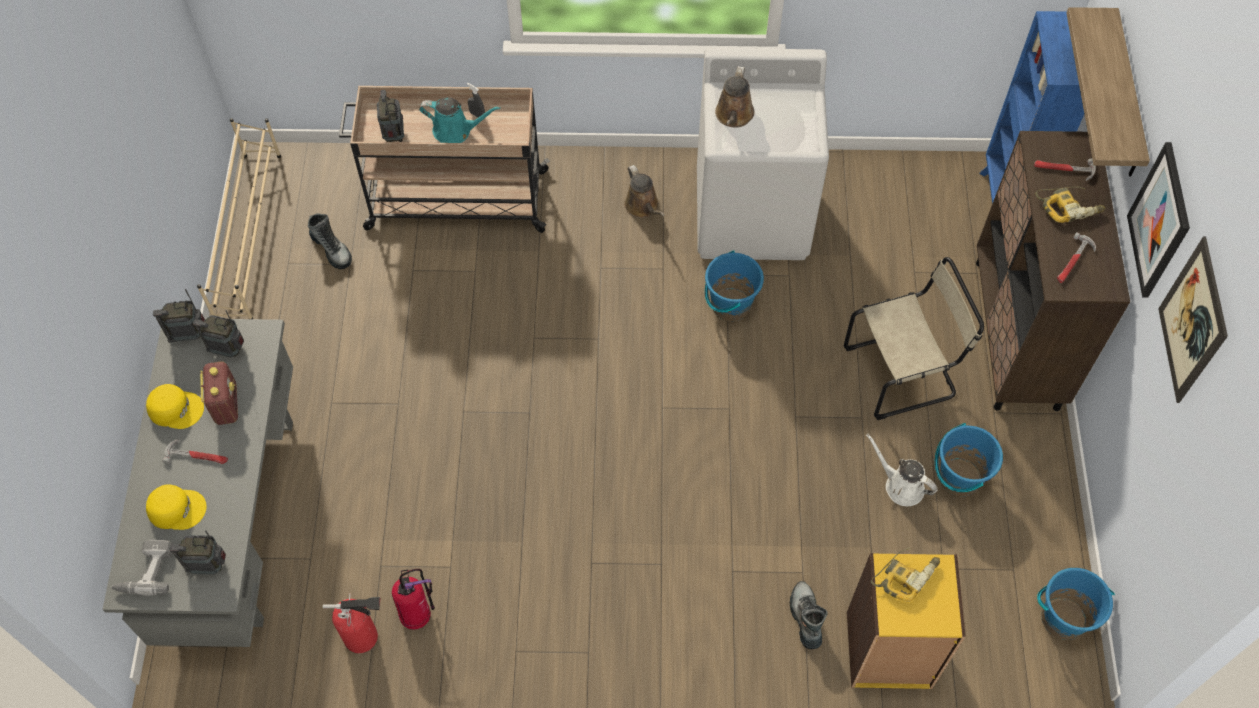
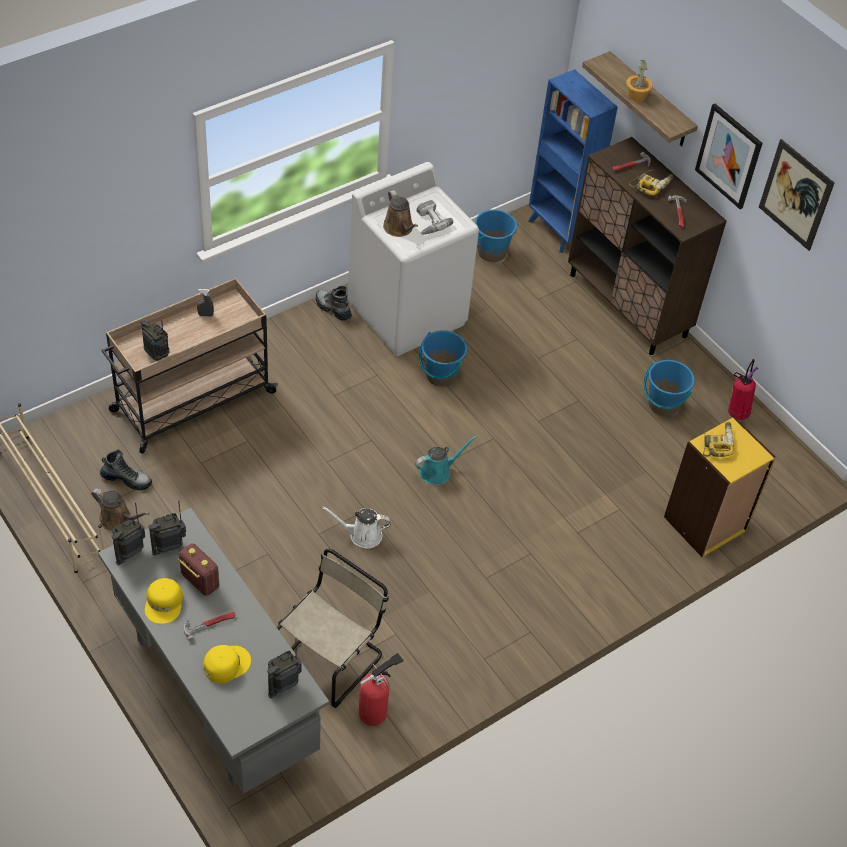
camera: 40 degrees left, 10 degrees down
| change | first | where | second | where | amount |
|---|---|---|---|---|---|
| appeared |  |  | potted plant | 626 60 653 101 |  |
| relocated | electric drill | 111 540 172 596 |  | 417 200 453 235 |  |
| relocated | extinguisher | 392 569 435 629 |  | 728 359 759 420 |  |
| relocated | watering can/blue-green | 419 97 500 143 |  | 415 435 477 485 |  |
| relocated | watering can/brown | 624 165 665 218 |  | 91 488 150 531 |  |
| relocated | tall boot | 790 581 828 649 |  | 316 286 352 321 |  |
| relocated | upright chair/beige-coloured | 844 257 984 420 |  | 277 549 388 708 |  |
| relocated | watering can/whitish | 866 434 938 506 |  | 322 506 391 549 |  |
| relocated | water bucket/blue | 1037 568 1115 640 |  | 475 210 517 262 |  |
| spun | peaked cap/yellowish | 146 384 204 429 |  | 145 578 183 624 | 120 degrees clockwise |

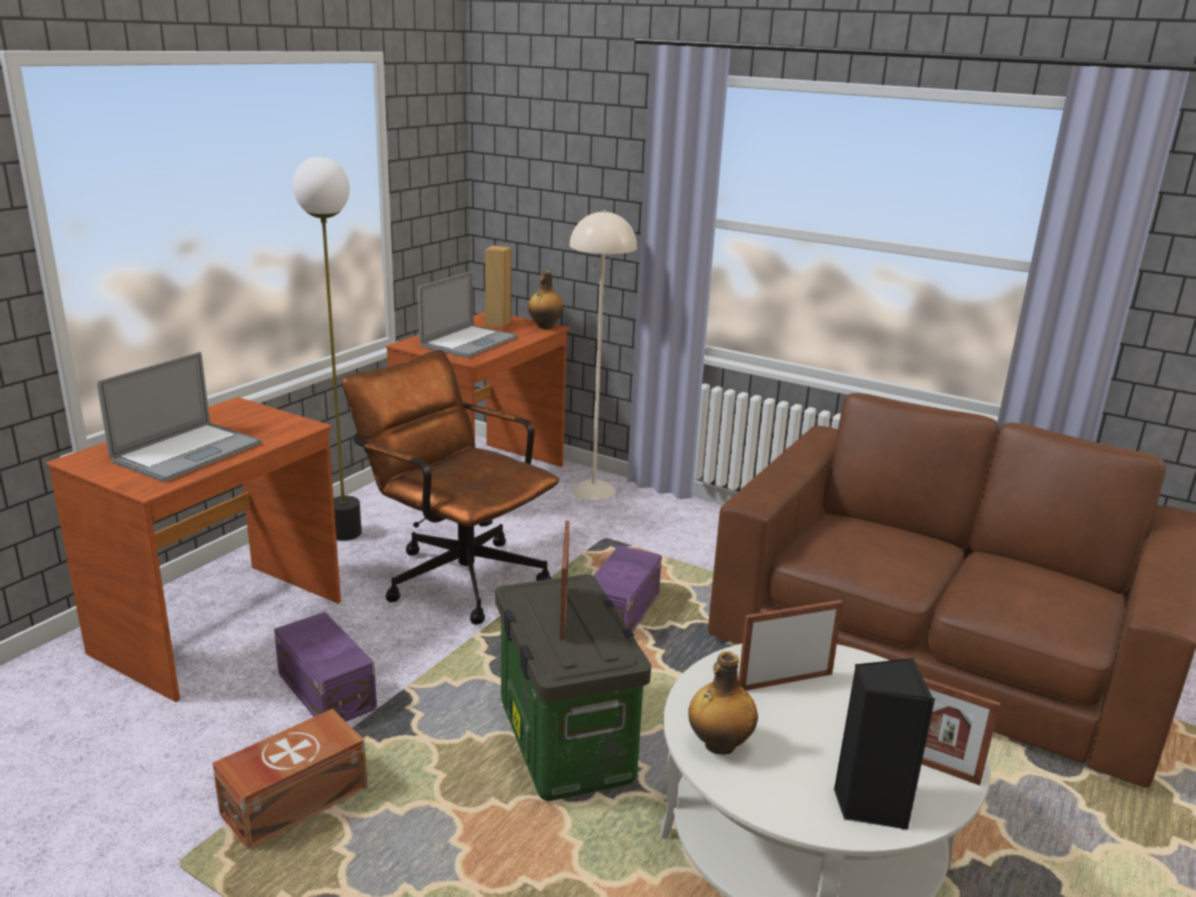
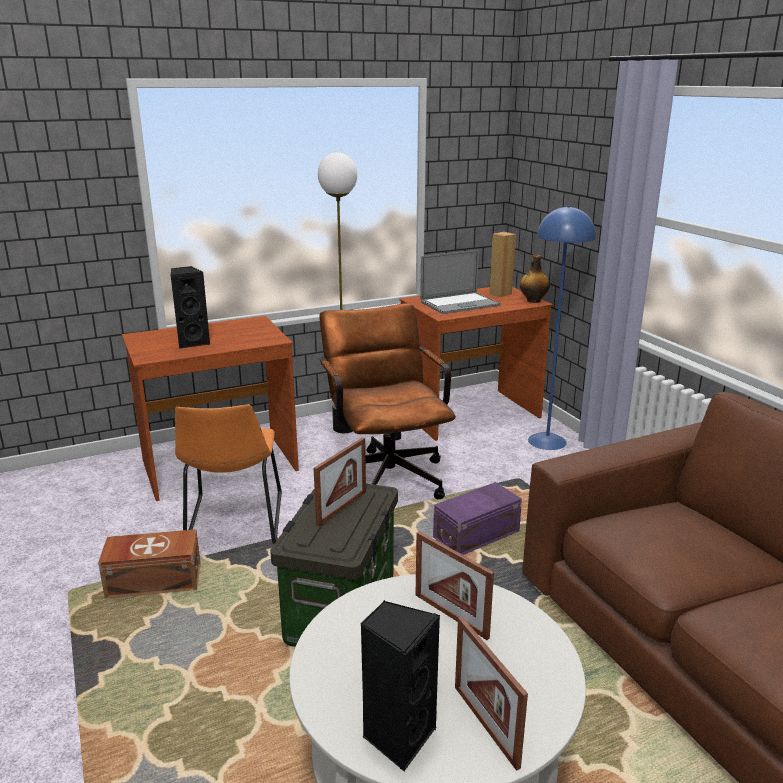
camera: 35 degrees right, 0 degrees up
| change | first | where | second | where | amount |
|---|---|---|---|---|---|
| missing | beverage bottle | 688 651 758 755 |  |  |  |
| exchanged | notebook computer | 97 352 262 482 | audio speaker/black | 170 266 211 349 |  |
| exchanged | storage container/purple-coloured | 274 612 377 721 | upright chair/orangey | 175 404 282 544 |  |
| colour | standing lamp/beige-coloured | 569 210 637 500 | standing lamp/blue | 528 205 596 450 |  |
| spun | standing frame | 738 600 843 691 |  | 416 531 494 640 | 150 degrees counterclockwise |

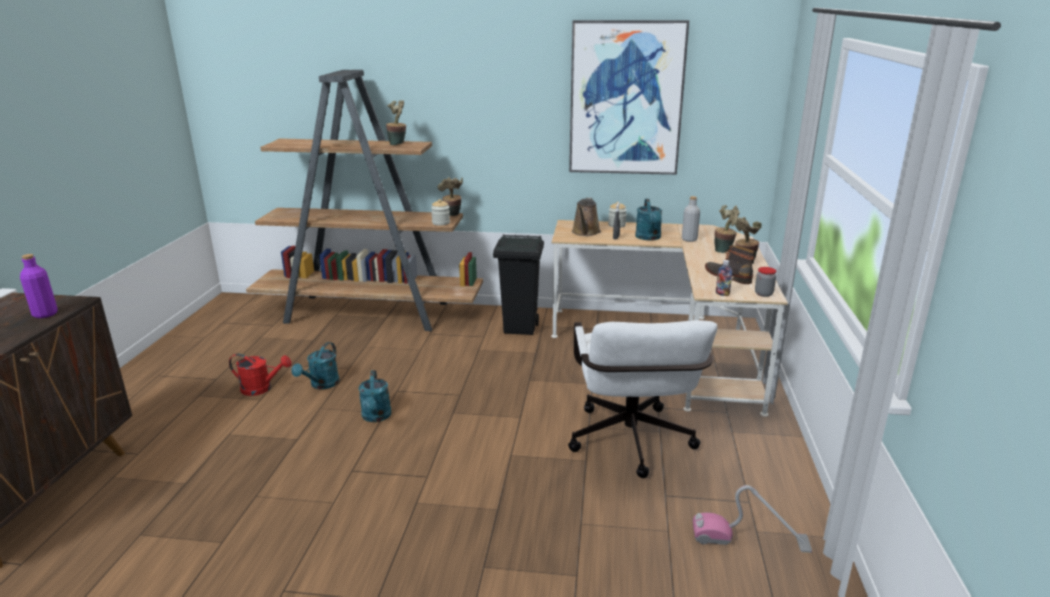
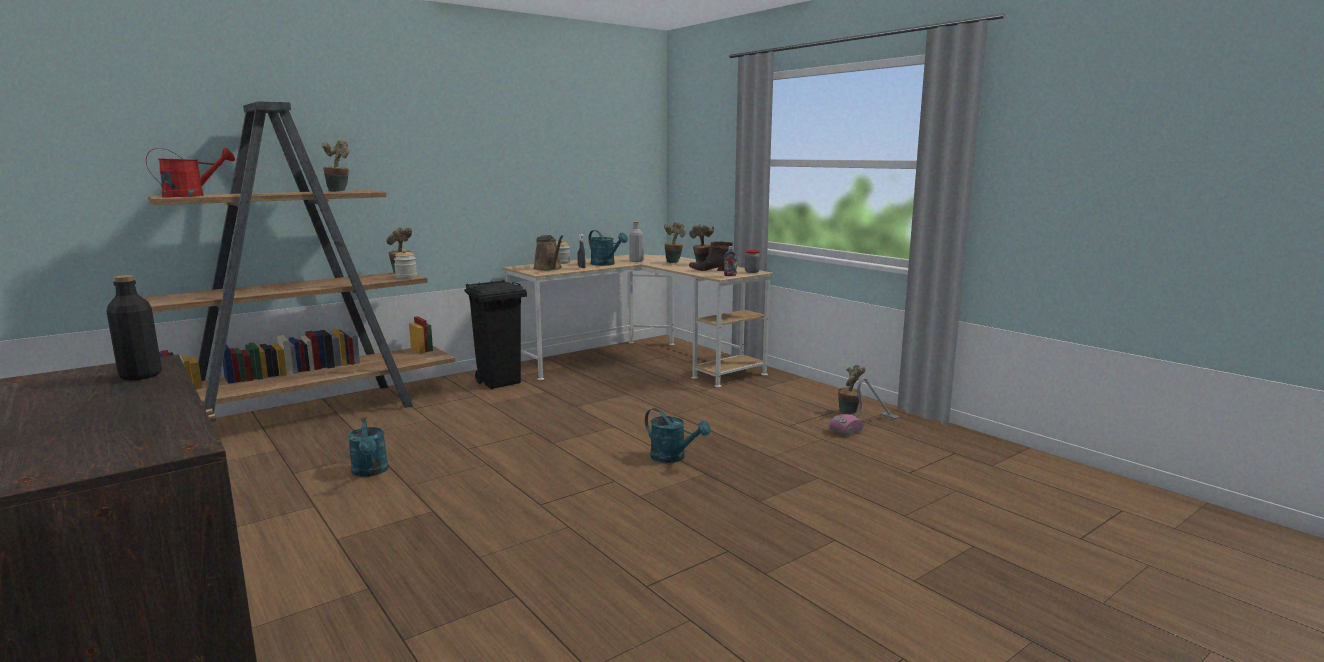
camera: 45 degrees left, 10 degrees down
| change | first | where | second | where | amount |
|---|---|---|---|---|---|
| missing | desk chair/whitish | 568 320 718 478 |  |  |  |
| missing | wall picture | 569 20 689 175 |  |  |  |
| appeared |  |  | potted plant | 838 365 865 414 |  |
| relocated | watering can/red | 229 354 291 396 |  | 146 148 235 197 |  |
| relocated | watering can/blue-green | 359 370 391 422 |  | 645 408 711 463 |  |
| colour | beverage bottle/purple-coloured | 20 254 58 318 | beverage bottle/black | 106 275 162 381 |  |

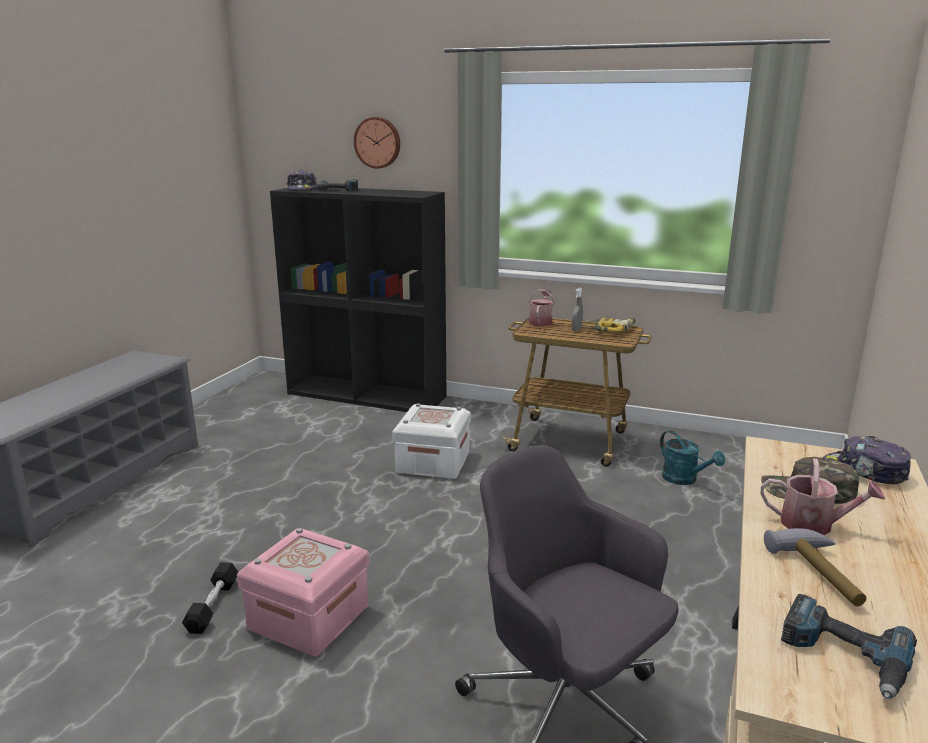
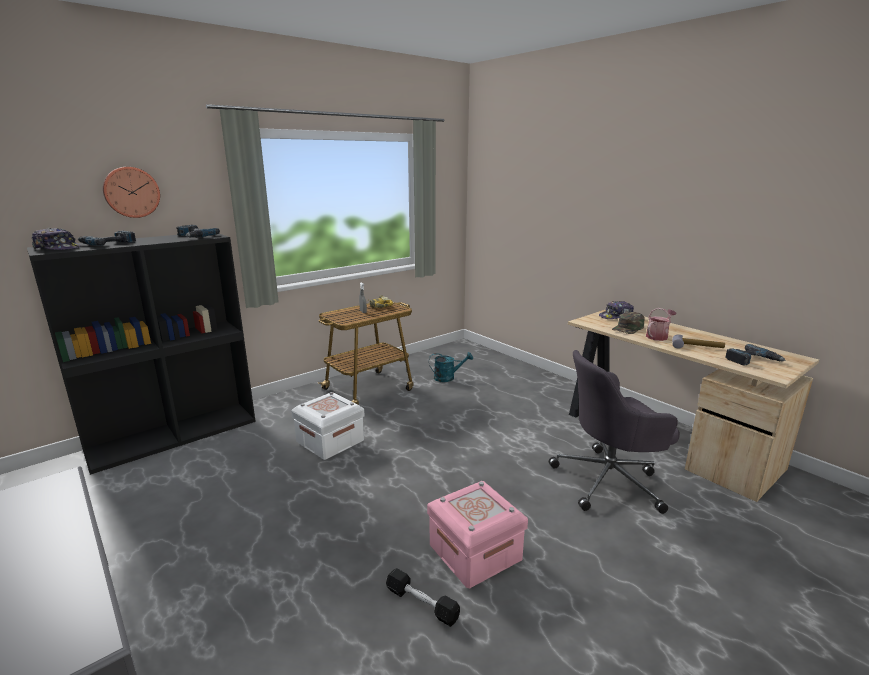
camera: 60 degrees left, 0 degrees up
| change | first | where | second | where | amount |
|---|---|---|---|---|---|
| missing | watering can | 529 289 555 326 |  |  |  |
| appeared |  |  | electric drill | 176 225 220 238 |  |

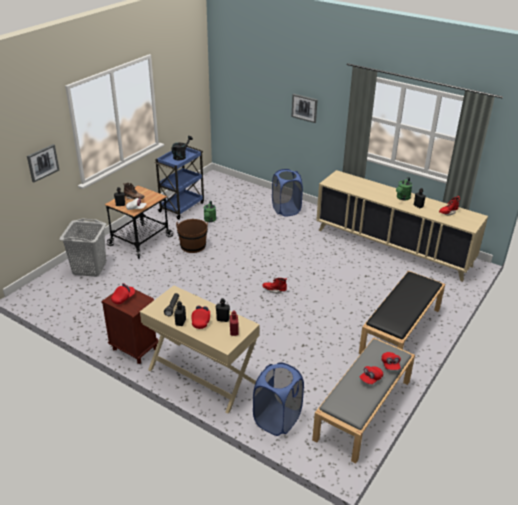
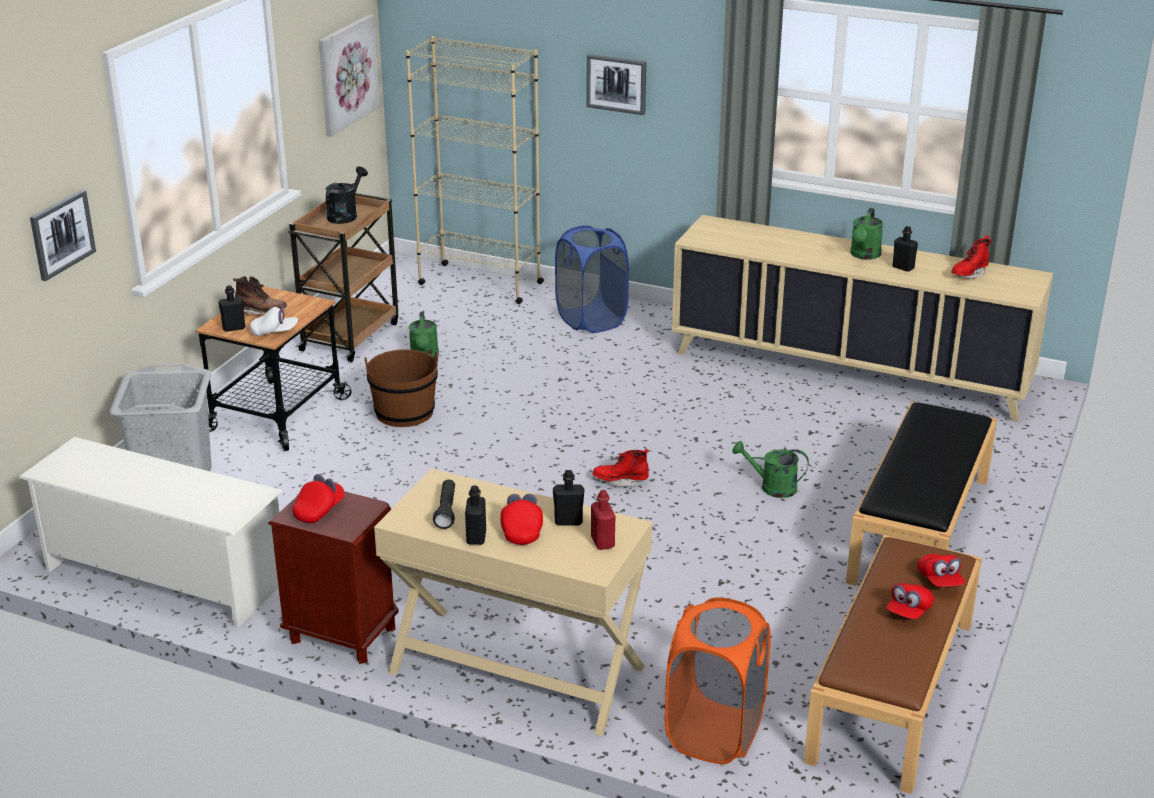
camera: 10 degrees left, 5 degrees down
| change | first | where | second | where | amount |
|---|---|---|---|---|---|
| appeared |  |  | shoe shelf/whitish | 19 437 282 628 |  |
| appeared |  |  | wall picture | 319 14 380 137 |  |
| appeared |  |  | shelving unit/beige-coloured | 406 36 544 304 |  |
| appeared |  |  | watering can/green-coloured | 732 441 809 498 |  |
| colour | cart/blue | 154 146 204 219 | cart/brown | 288 193 398 362 |  |
| colour | laundry basket/blue | 253 362 304 436 | laundry basket/orangey | 665 597 771 764 |  |
| colour | long seat/grey | 312 337 415 463 | long seat/brown | 804 535 982 794 |  |

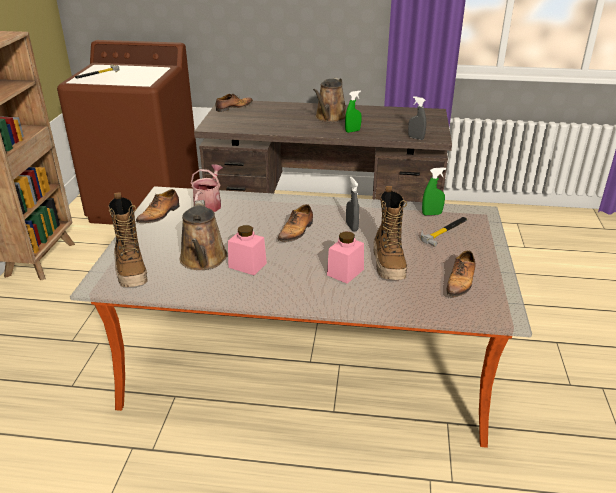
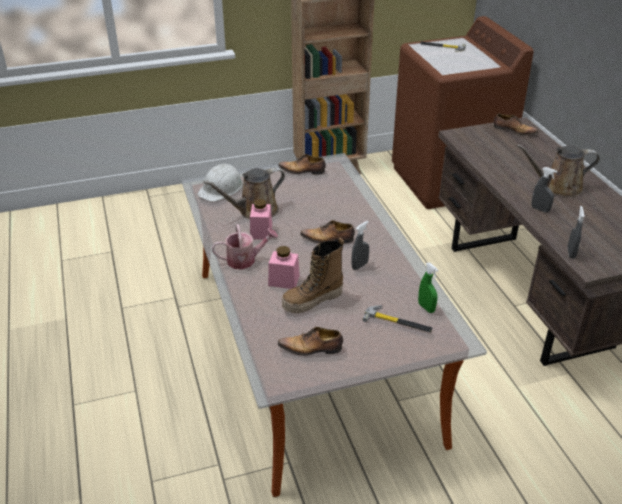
camera: 65 degrees right, 5 degrees up
| change | first | where | second | where | amount |
|---|---|---|---|---|---|
| relocated | watering can | 191 164 223 212 |  | 212 224 278 269 |  |
| exchanged | tall boot | 108 192 148 287 | hard hat/whitish | 197 164 243 202 |  |
| colour | sprayer/green-coloured | 345 91 362 133 | sprayer/grey | 531 167 557 212 |  |

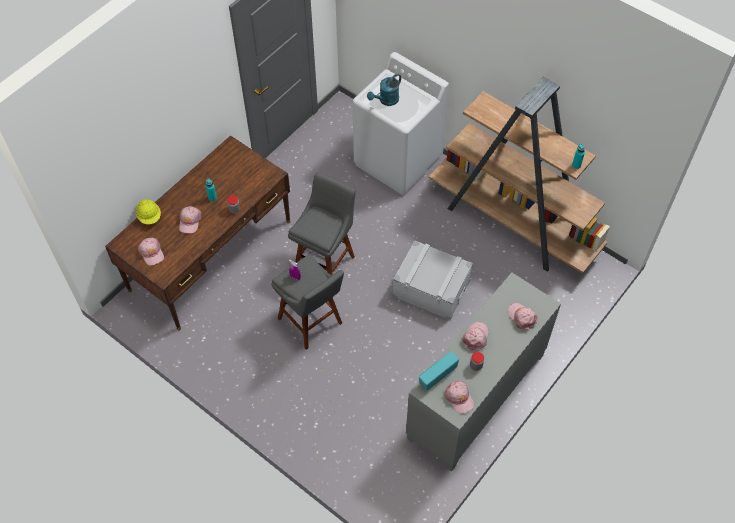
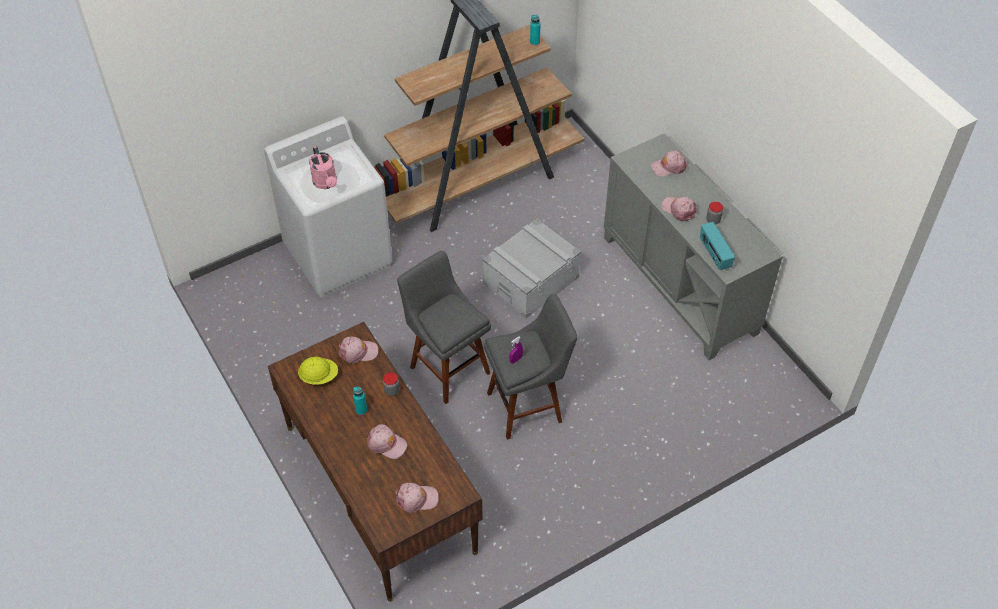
camera: 70 degrees left, 5 degrees down
| change | first | where | second | where | amount |
|---|---|---|---|---|---|
| relocated | hard hat/yellowish | 136 199 161 224 |  | 298 357 338 385 |  |
| relocated | peaked cap/pink | 445 381 474 414 |  | 339 337 378 364 |  |
| colour | watering can/blue-green | 367 74 401 106 | watering can/pink | 309 146 337 189 |  |

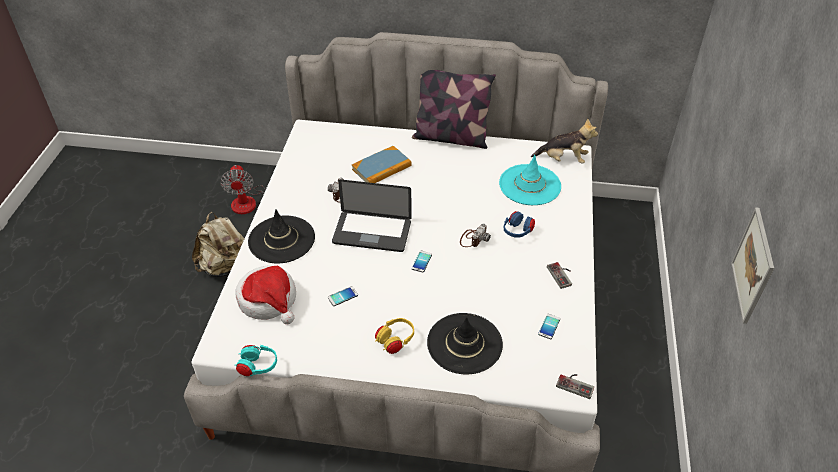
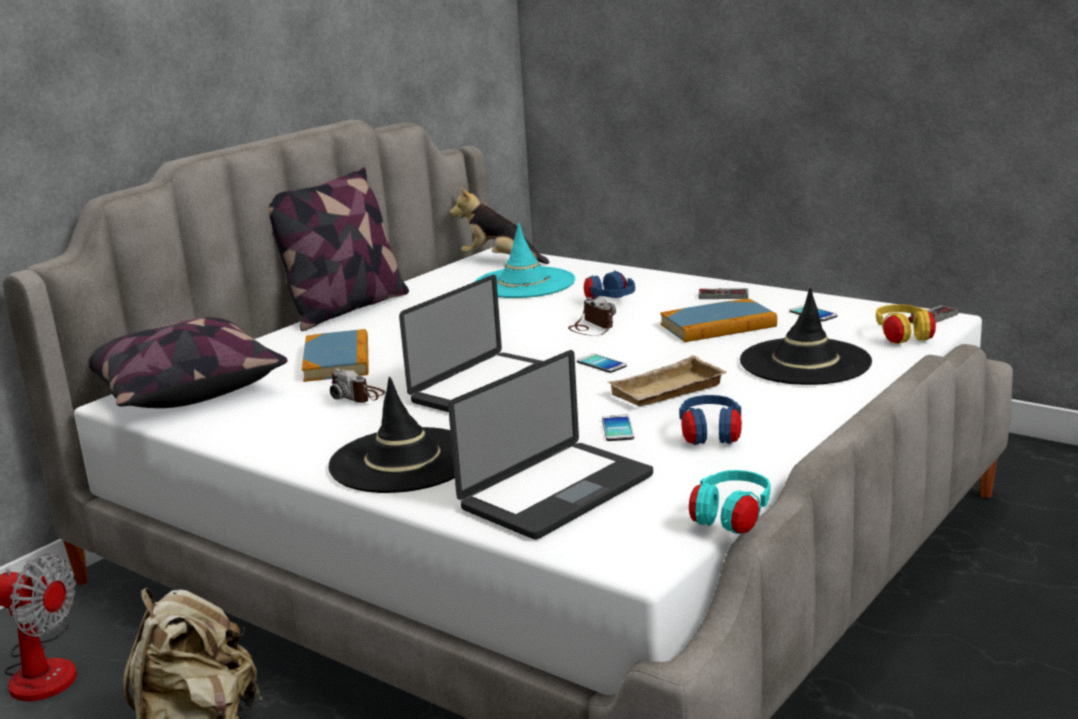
camera: 60 degrees left, 25 degrees down
| change | first | where | second | where | amount |
|---|---|---|---|---|---|
| missing | wall picture | 731 207 774 324 |  |  |  |
| appeared |  |  | throw pillow | 89 317 288 408 |  |
| appeared |  |  | tray/beige-coloured | 607 355 727 406 |  |
| appeared |  |  | book | 660 298 777 342 |  |
| appeared |  |  | headset/blue | 679 395 742 445 |  |
| relocated | headset/yellowish | 375 318 414 354 |  | 876 304 936 345 |  |
| exchanged | hat | 235 266 296 324 | notebook computer | 448 350 653 540 |  |
| spun | plush toy | 531 119 598 164 |  | 450 188 549 264 | 105 degrees counterclockwise |

